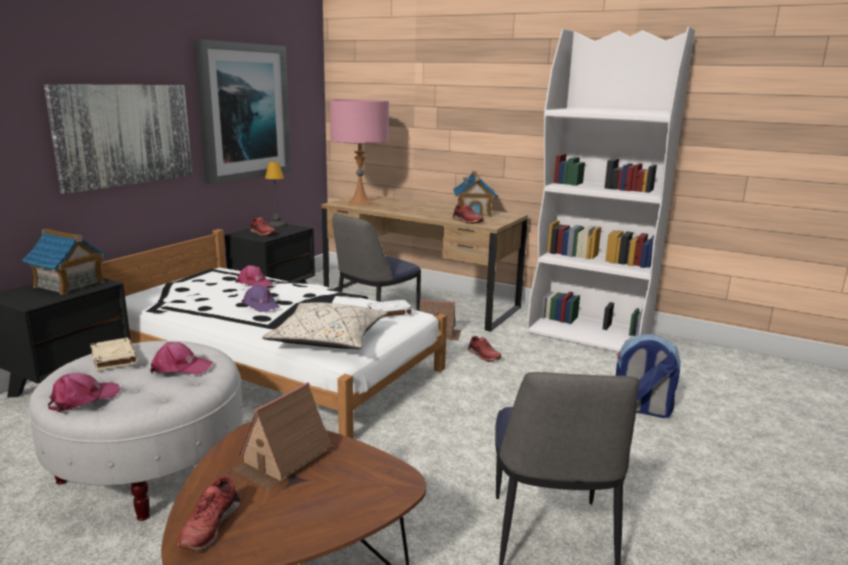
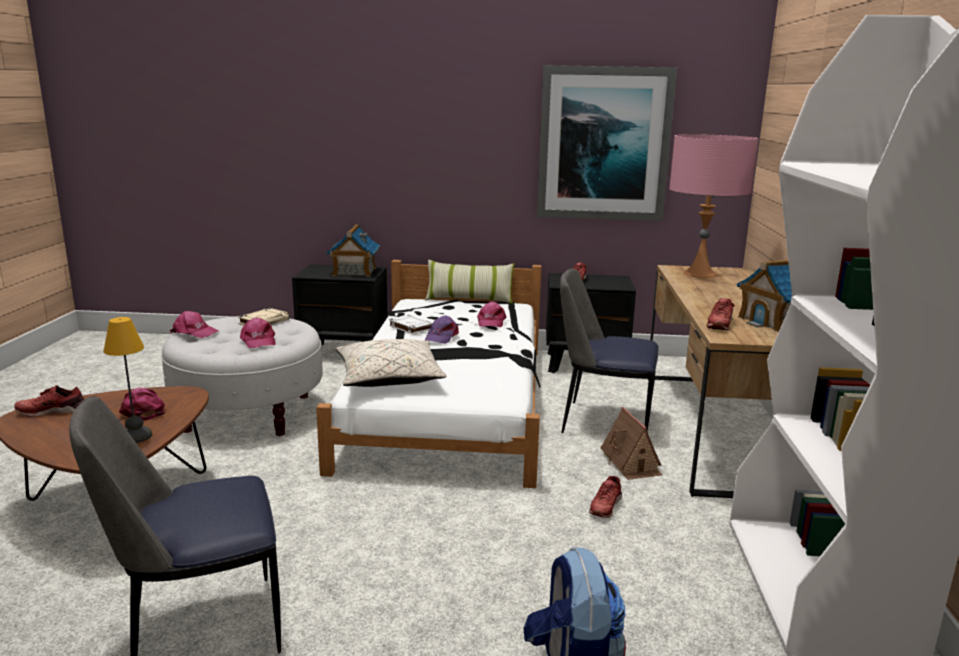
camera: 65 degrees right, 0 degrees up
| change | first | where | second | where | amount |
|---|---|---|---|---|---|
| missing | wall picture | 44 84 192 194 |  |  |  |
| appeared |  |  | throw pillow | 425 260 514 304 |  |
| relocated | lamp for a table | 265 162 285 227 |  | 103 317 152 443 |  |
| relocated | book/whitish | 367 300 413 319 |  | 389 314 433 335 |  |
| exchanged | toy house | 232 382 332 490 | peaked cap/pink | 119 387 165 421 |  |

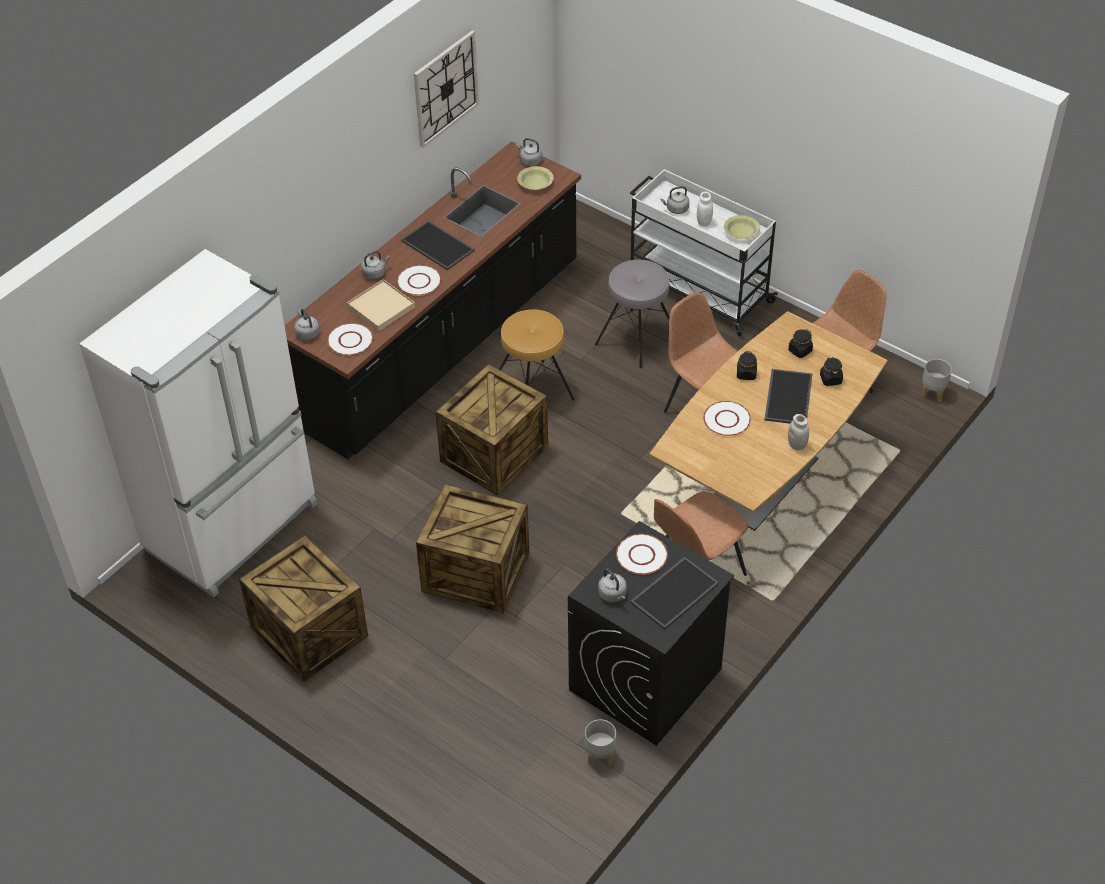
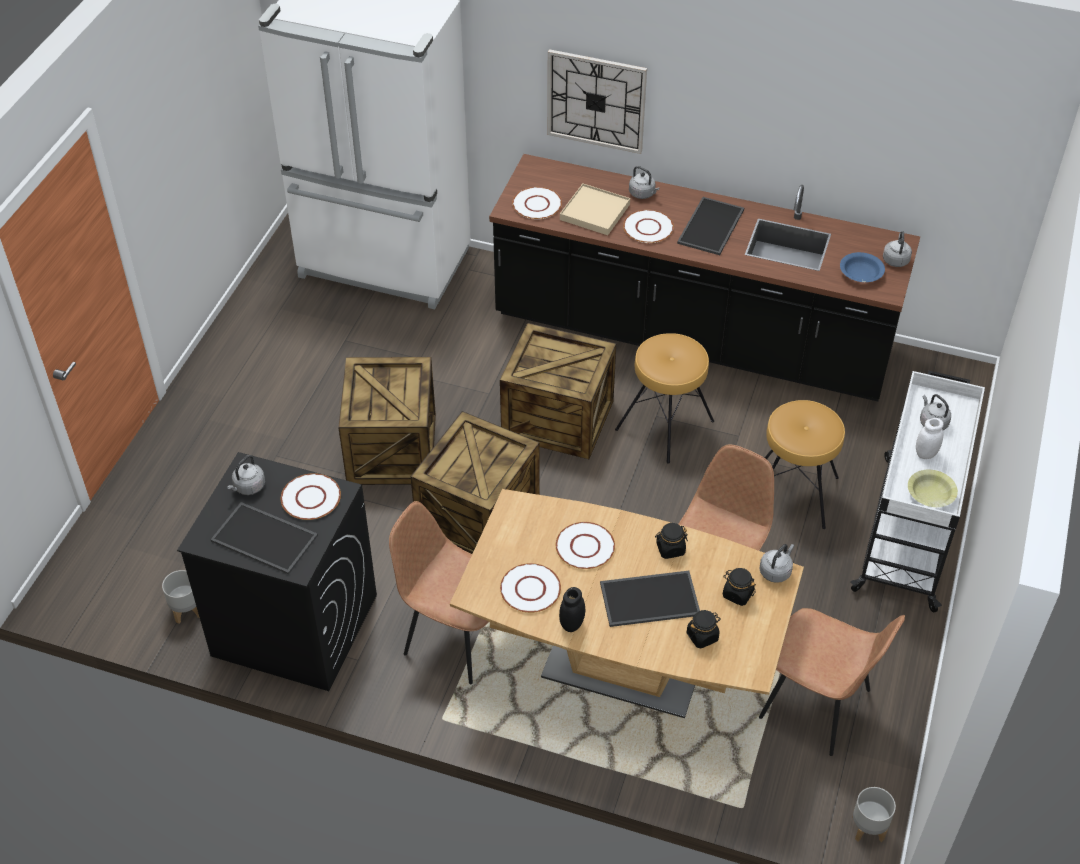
camera: 70 degrees right, 0 degrees up
| change | first | where | second | where | amount |
|---|---|---|---|---|---|
| appeared |  |  | dinner plate/whitish | 500 563 561 613 |  |
| relocated | shipping crate | 239 535 368 681 |  | 411 411 540 554 |  |
| relocated | tea kettle/grey | 294 309 320 340 |  | 759 544 794 583 |  |
| relocated | clock on the wall | 414 31 479 148 |  | 547 49 647 154 |  |
| colour | deep dish/yellowish | 517 166 554 190 | deep dish/blue | 840 252 885 282 |  |
| colour | sitting stool/grey | 595 260 669 368 | sitting stool/brown | 765 400 845 529 |  |
| colour | jar/whitish | 788 414 809 450 | jar/black | 559 587 585 632 |  |

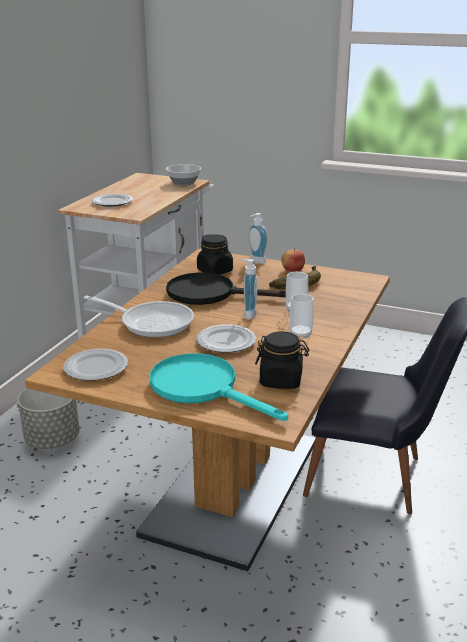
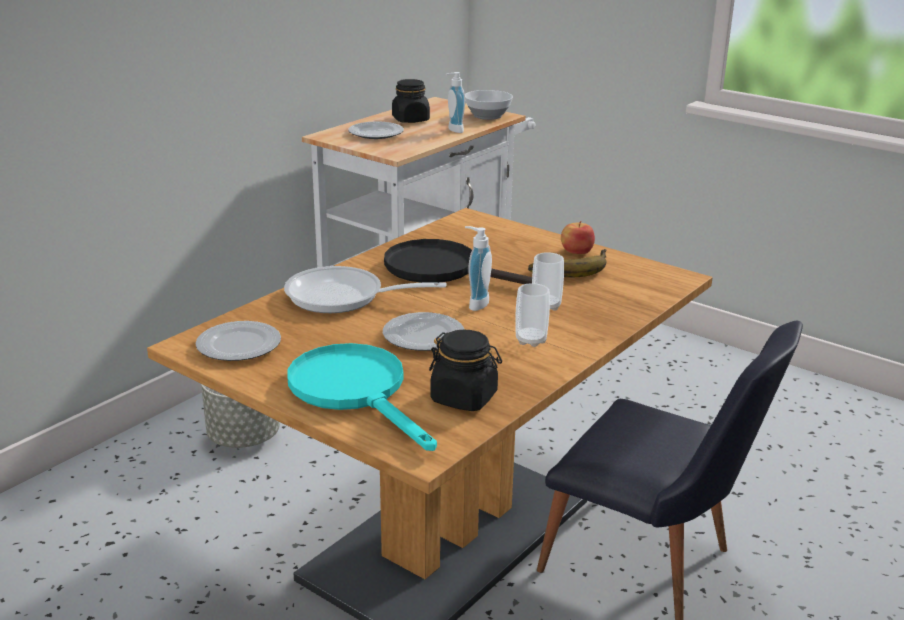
camera: 15 degrees right, 0 degrees up
| change | first | where | second | where | amount |
|---|---|---|---|---|---|
| relocated | jar/black | 197 234 233 275 |  | 392 79 430 123 |  |
| relocated | liquid soap bottle | 249 213 268 264 |  | 446 72 465 133 |  |
| spun | skillet | 83 296 194 338 |  | 284 266 447 313 | 150 degrees clockwise |

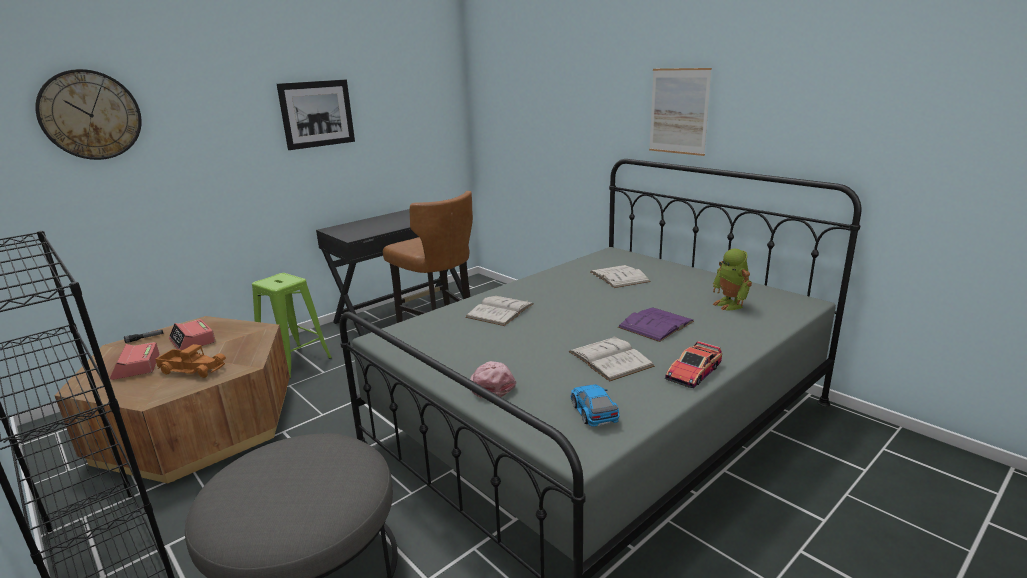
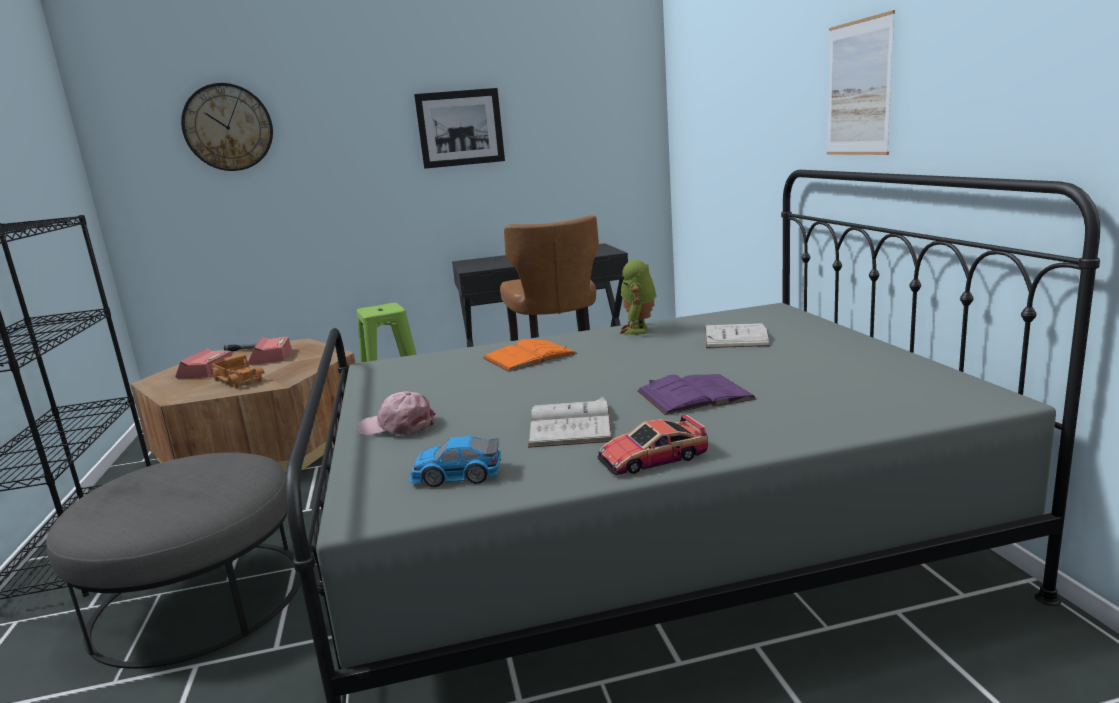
camera: 30 degrees right, 5 degrees down
| change | first | where | second | where | amount |
|---|---|---|---|---|---|
| relocated | robot figure | 713 249 752 311 |  | 620 260 657 335 |  |
| colour | book/whitish | 465 296 533 326 | book/orangey | 483 339 578 372 |  |
| spun | peaked cap/pink | 470 361 516 398 |  | 358 391 436 435 | 90 degrees counterclockwise |
| spun | model car | 570 384 619 427 |  | 408 436 501 487 | 105 degrees counterclockwise |

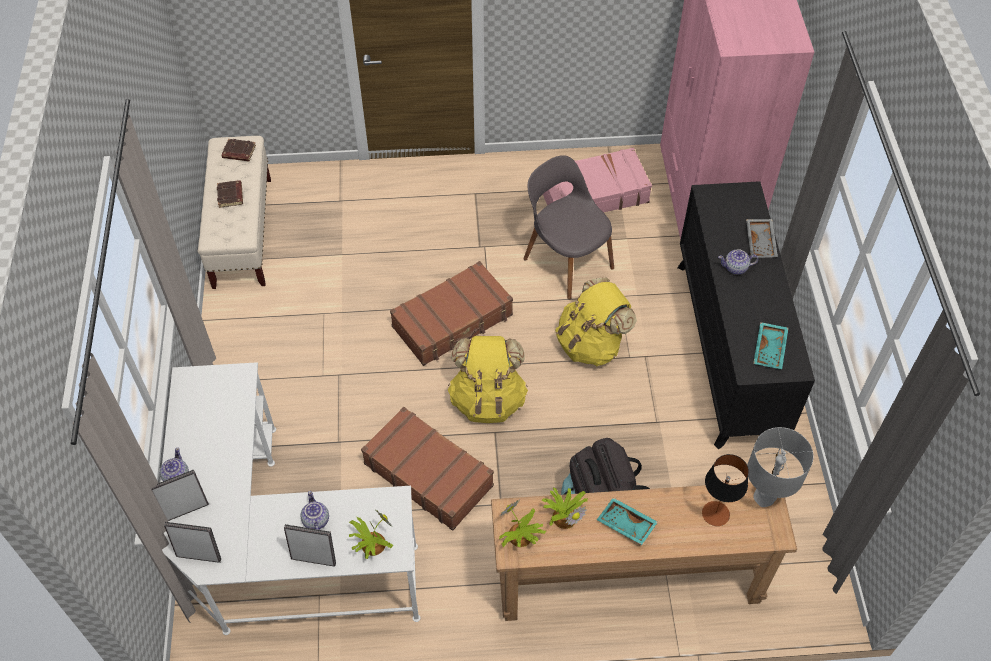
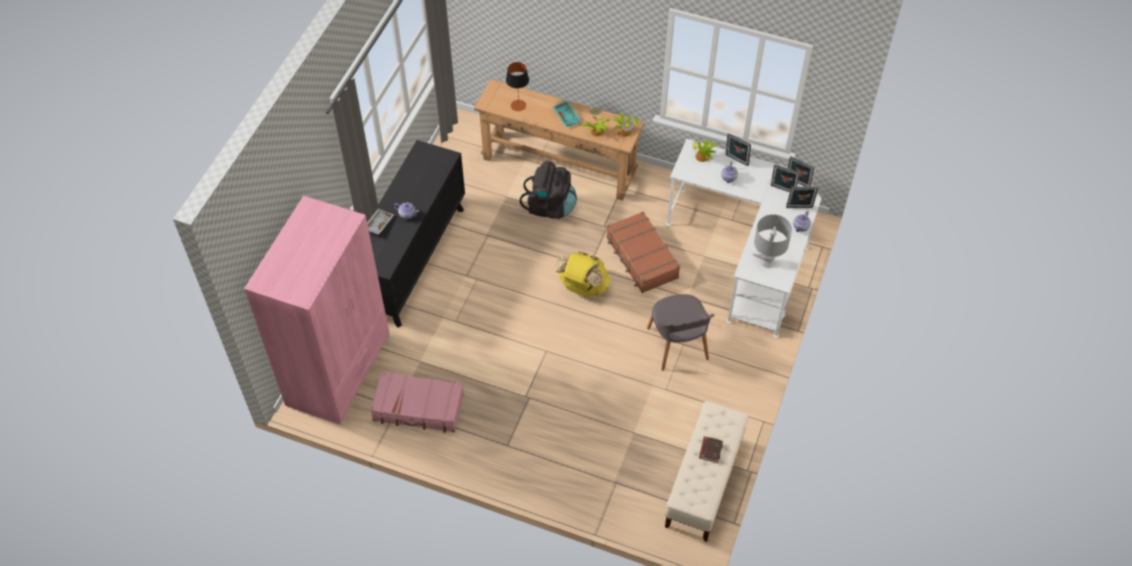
camera: 155 degrees left, 0 degrees up
| change | first | where | second | where | amount |
|---|---|---|---|---|---|
| missing | book/brown | 222 139 256 161 |  |  |  |
| missing | travel case/brown | 390 261 513 366 |  |  |  |
| missing | backpack/yellowish | 555 277 637 366 |  |  |  |
| missing | tray/blue-green | 753 322 789 369 |  |  |  |
| appeared |  |  | standing frame | 771 164 800 192 |  |
| relocated | upright chair/grey | 523 155 614 300 |  | 647 294 714 371 |  |
| relocated | lamp for a table/grey | 747 427 814 507 |  | 753 214 792 268 |  |

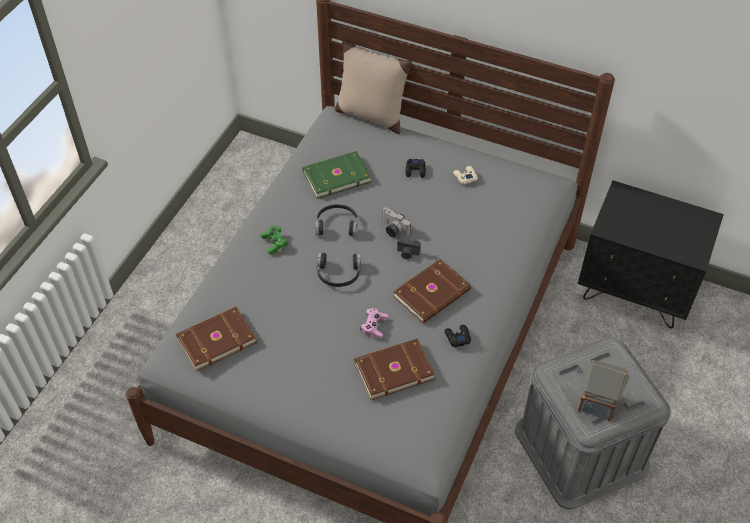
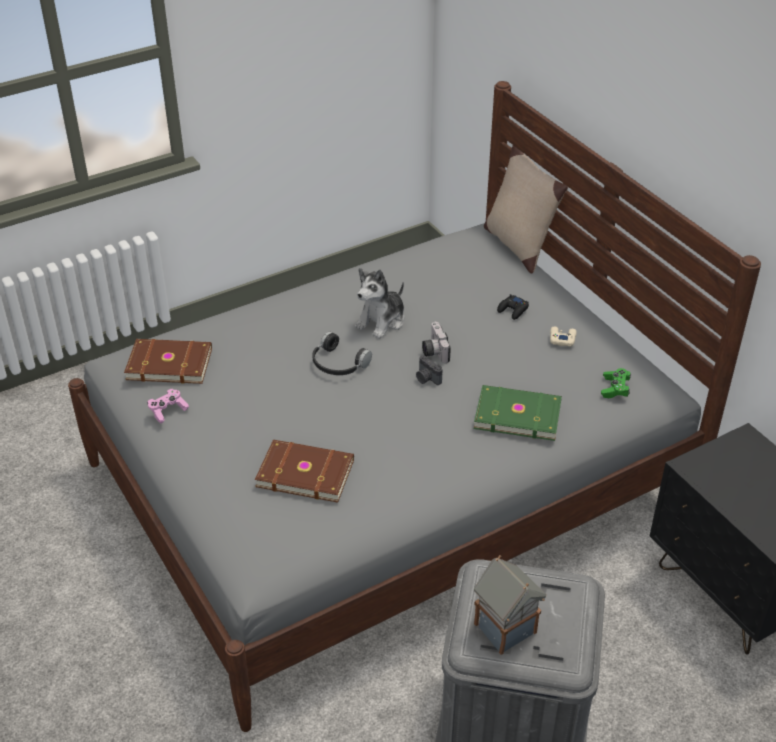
camera: 35 degrees right, 10 degrees down
| change | first | where | second | where | amount |
|---|---|---|---|---|---|
| missing | book/brown | 393 259 471 323 |  |  |  |
| missing | joypad/black | 445 325 471 347 |  |  |  |
| relocated | joypad/green-coloured | 260 226 288 254 |  | 601 368 631 398 |  |
| relocated | book/green-coloured | 302 151 371 199 |  | 474 385 562 441 |  |
| relocated | joypad/pink | 360 308 388 339 |  | 147 389 189 424 |  |
| exchanged | headset/black | 315 204 358 236 | plush toy | 355 268 404 339 |  |

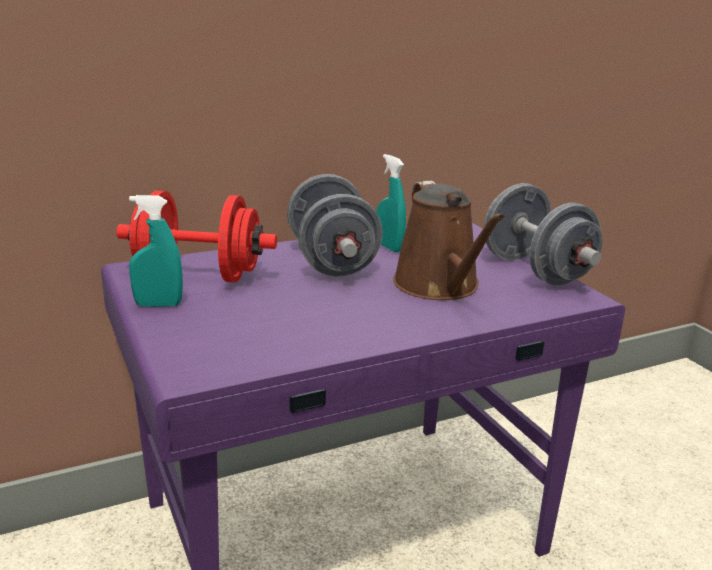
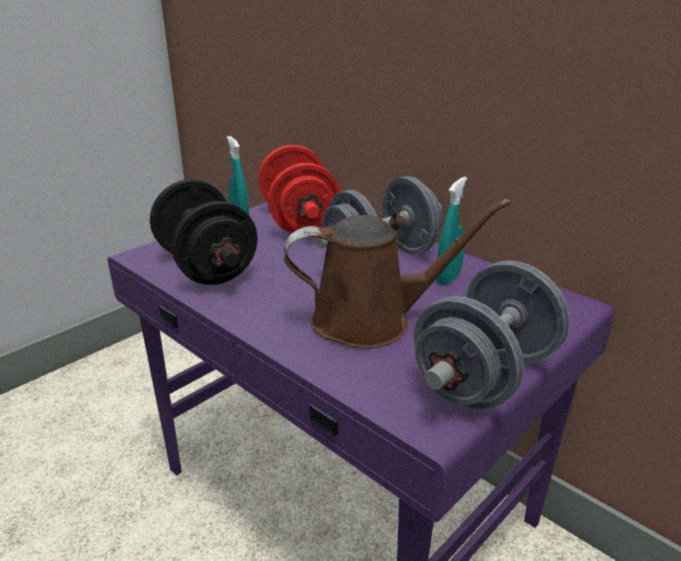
camera: 70 degrees right, 5 degrees up
| change | first | where | second | where | amount |
|---|---|---|---|---|---|
| appeared |  |  | dumbbell/black | 150 179 258 285 |  |
| spun | watering can/brown | 393 181 505 300 |  | 284 199 511 349 | 150 degrees counterclockwise |

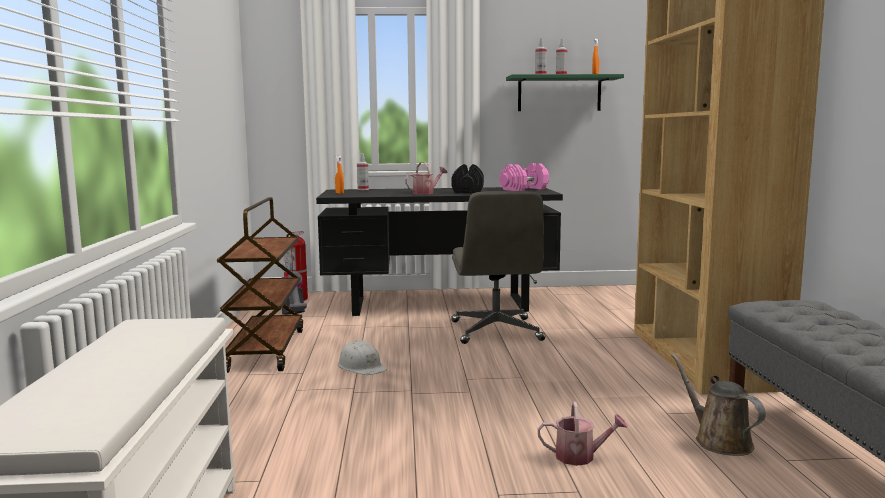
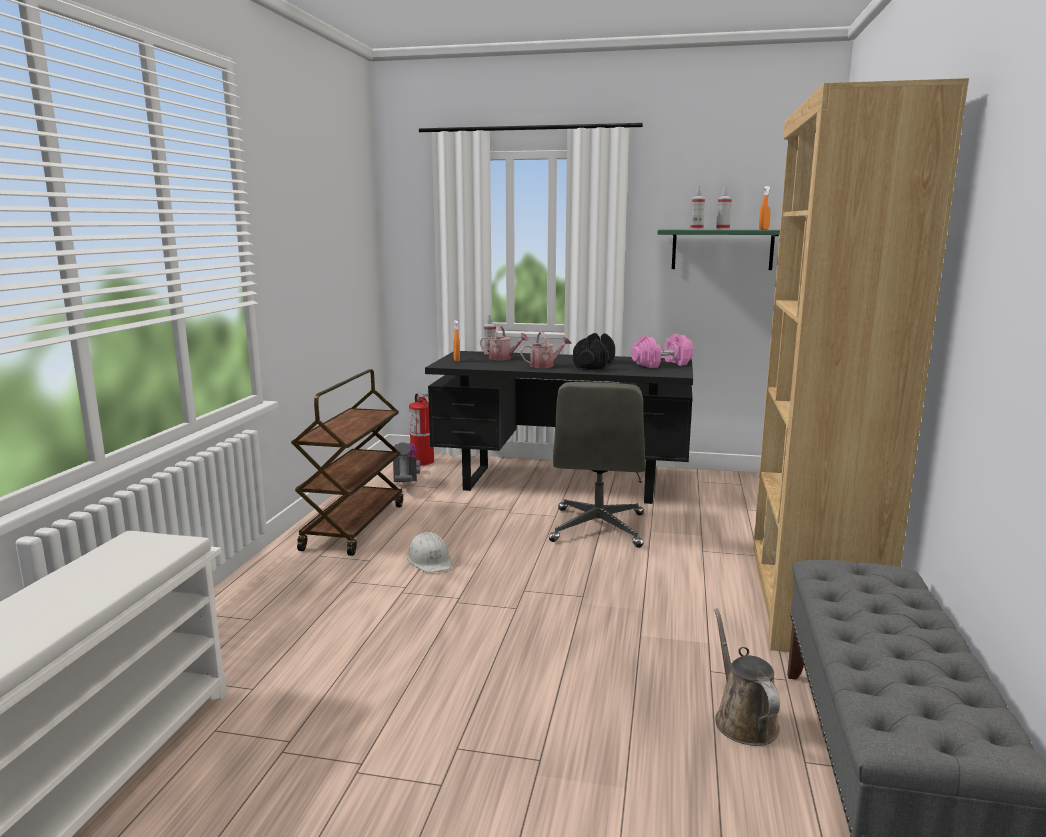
camera: 15 degrees right, 5 degrees up
| change | first | where | second | where | amount |
|---|---|---|---|---|---|
| relocated | watering can | 538 402 628 466 |  | 480 326 528 360 |  |

